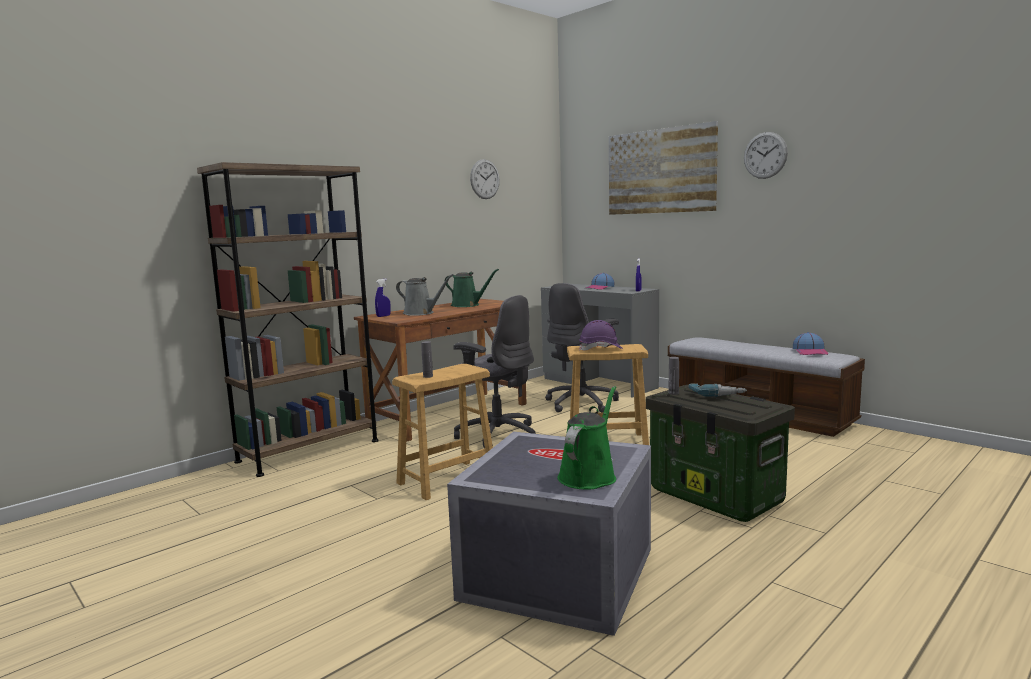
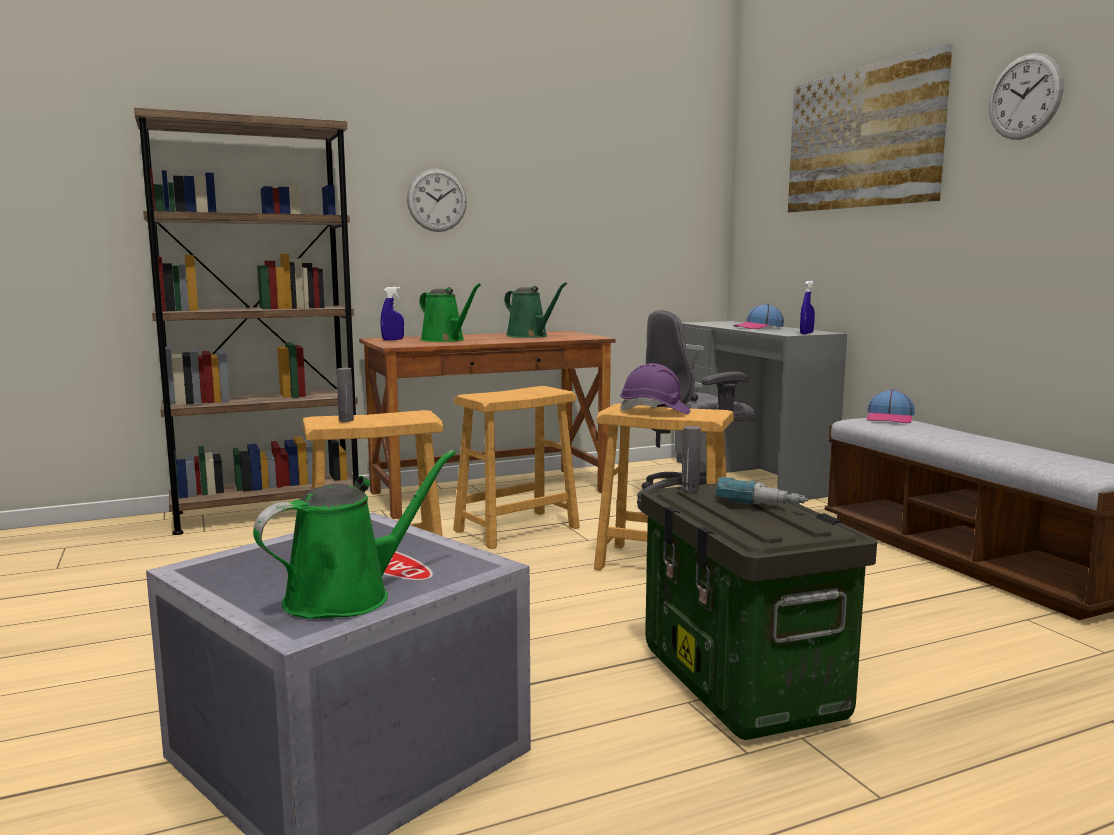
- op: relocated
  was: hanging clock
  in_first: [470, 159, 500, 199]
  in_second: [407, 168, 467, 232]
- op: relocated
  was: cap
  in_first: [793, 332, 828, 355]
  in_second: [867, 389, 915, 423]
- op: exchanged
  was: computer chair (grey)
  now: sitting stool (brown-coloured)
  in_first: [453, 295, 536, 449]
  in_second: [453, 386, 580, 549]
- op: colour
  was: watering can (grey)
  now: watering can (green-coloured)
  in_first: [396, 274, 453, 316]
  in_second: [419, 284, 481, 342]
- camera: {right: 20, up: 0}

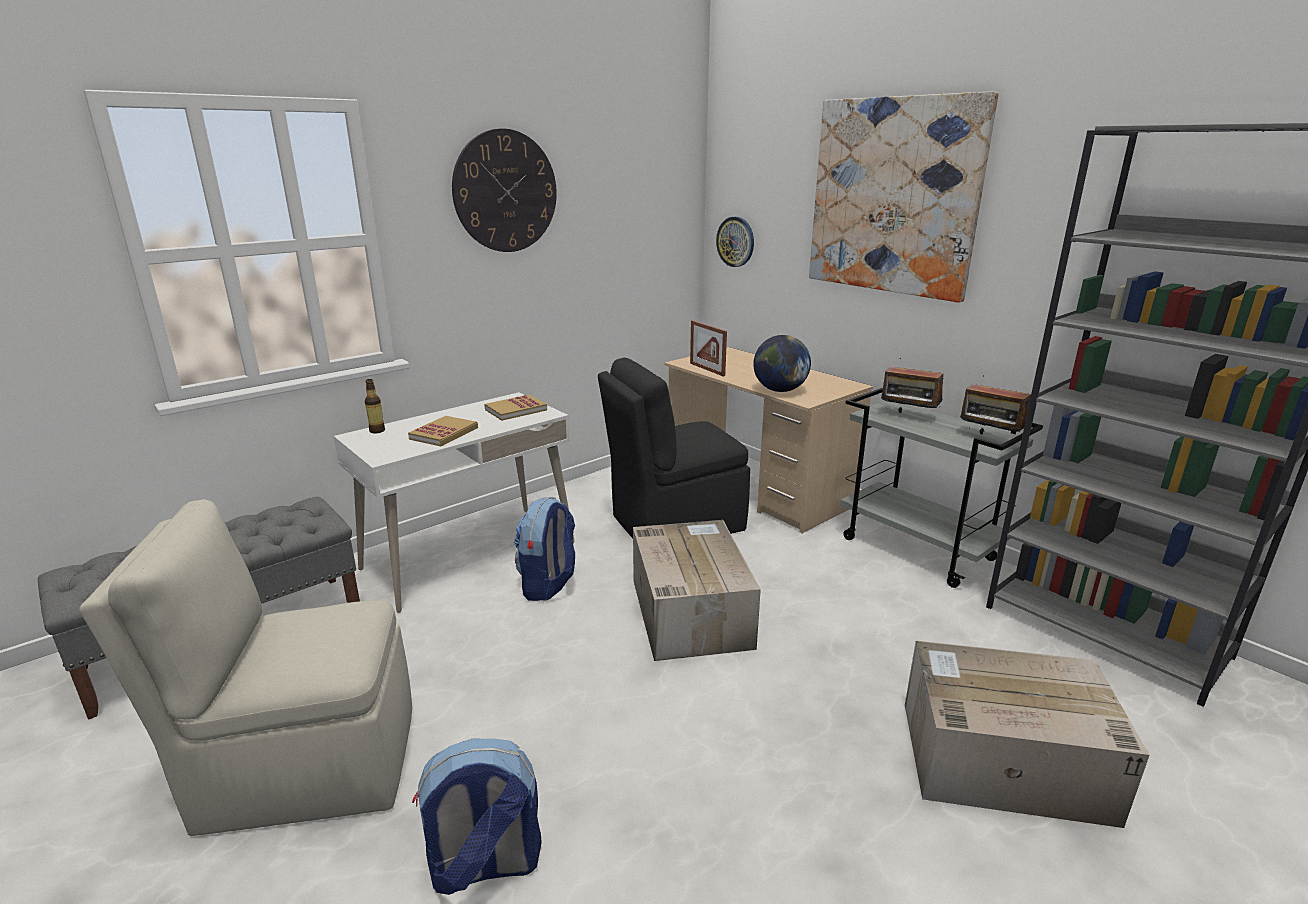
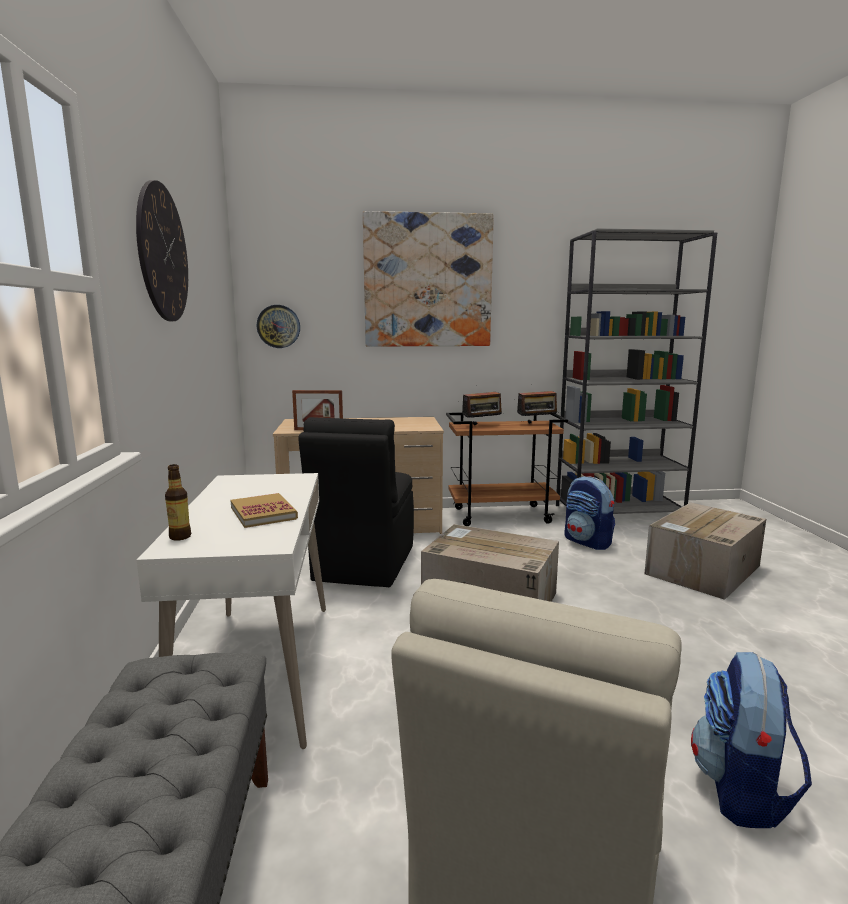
- op: missing
  was: volume
  in_first: [484, 395, 547, 421]
- op: missing
  was: globe
  in_first: [753, 335, 811, 392]
- op: relocated
  was: backpack
  in_first: [514, 497, 575, 601]
  in_second: [564, 476, 615, 550]
- op: colour
  was: cart (grey)
  now: cart (brown-coloured)
  in_first: [840, 388, 1043, 588]
  in_second: [446, 412, 568, 526]
- camera: {right: -55, up: -10}

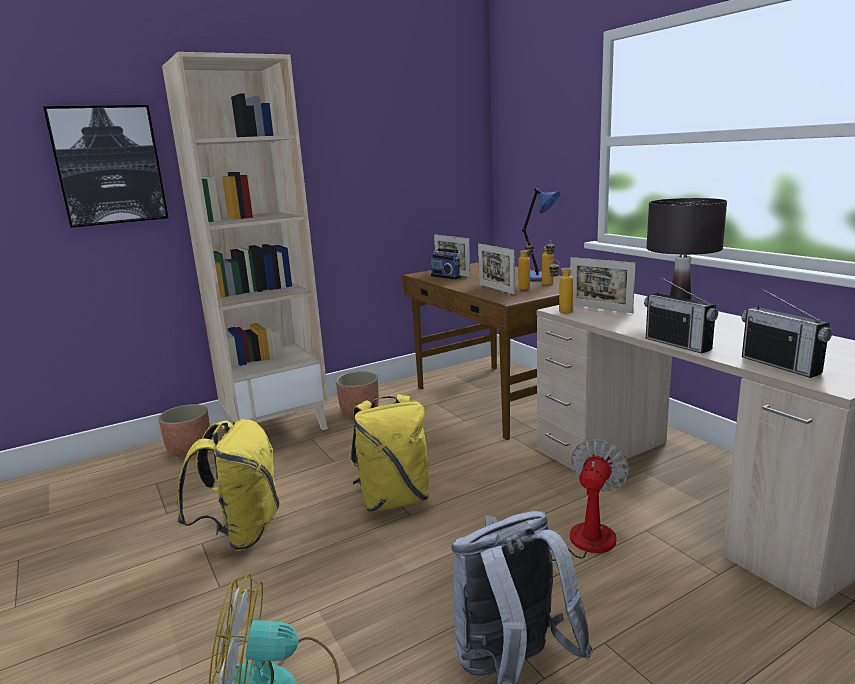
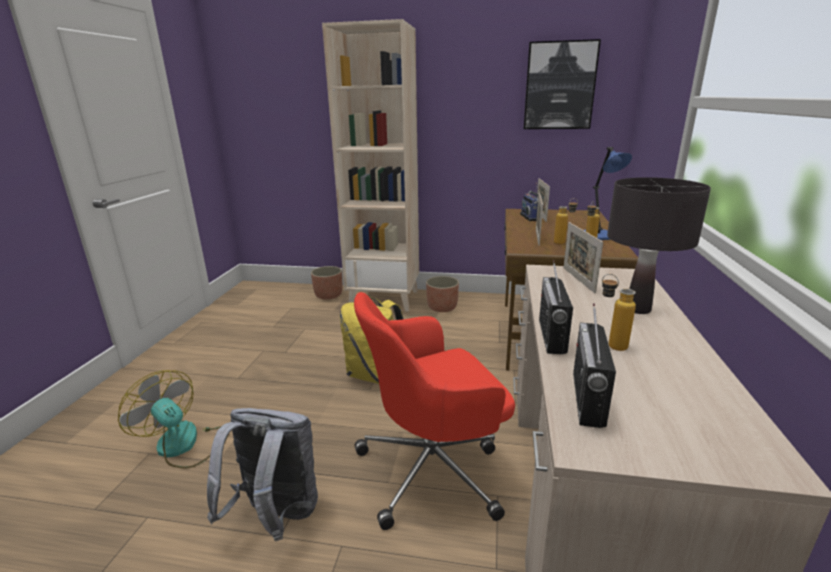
- op: missing
  was: backpack (yellow-coloured)
  in_first: [177, 419, 280, 551]
- op: relocated
  was: wall picture
  in_first: [43, 105, 168, 228]
  in_second: [524, 39, 601, 129]
- op: relocated
  was: bottle
  in_first: [548, 259, 573, 314]
  in_second: [602, 274, 636, 351]
- op: exchanged
  was: electric fan
  now: computer chair (red-coloured)
  in_first: [485, 439, 629, 561]
  in_second: [354, 292, 515, 530]
- camera: {right: 40, up: 5}

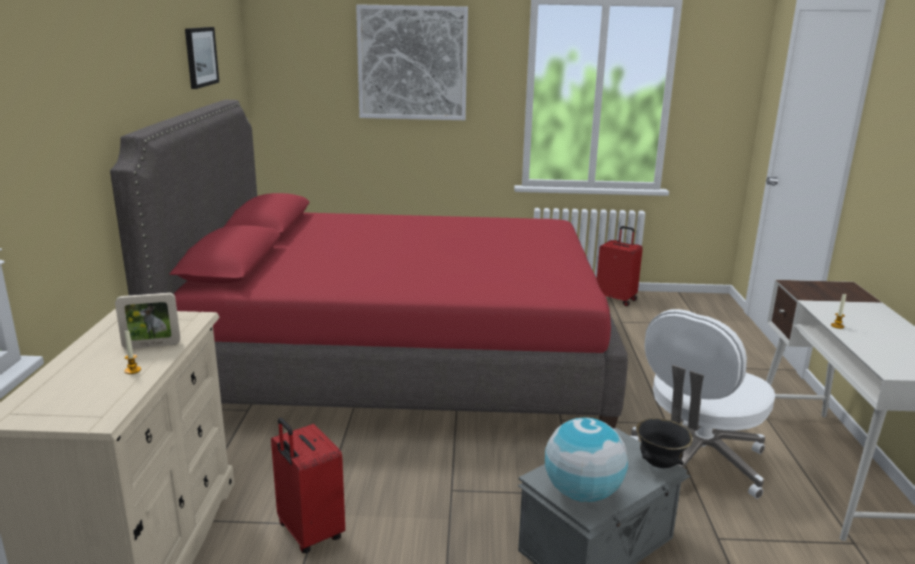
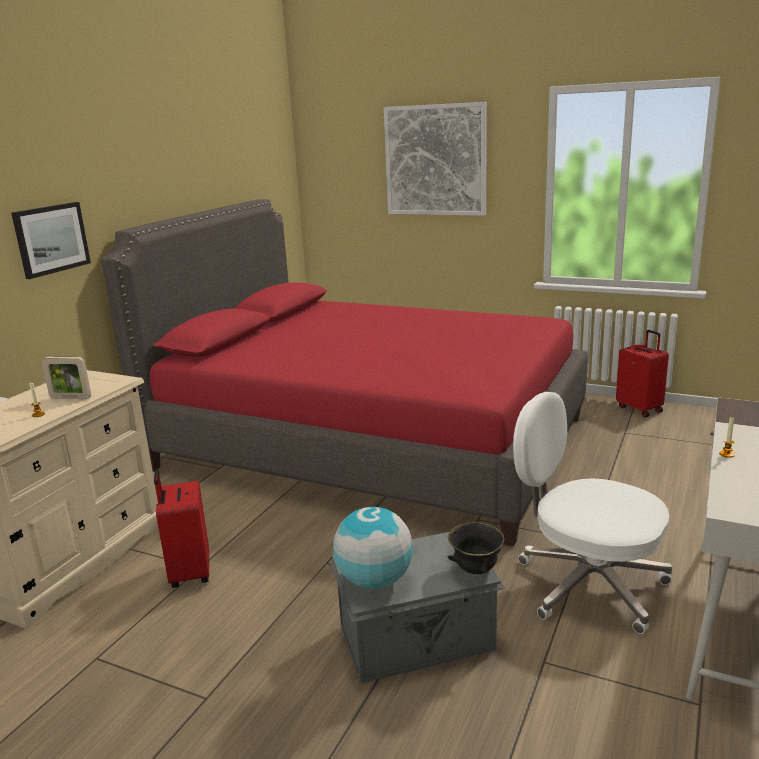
- op: relocated
  was: wall picture
  in_first: [185, 27, 219, 89]
  in_second: [11, 202, 91, 279]
- op: spun
  was: computer chair (white-coloured)
  in_first: [630, 309, 775, 499]
  in_second: [513, 392, 672, 634]
  clockwise: 60
- camera: {right: 25, up: 0}

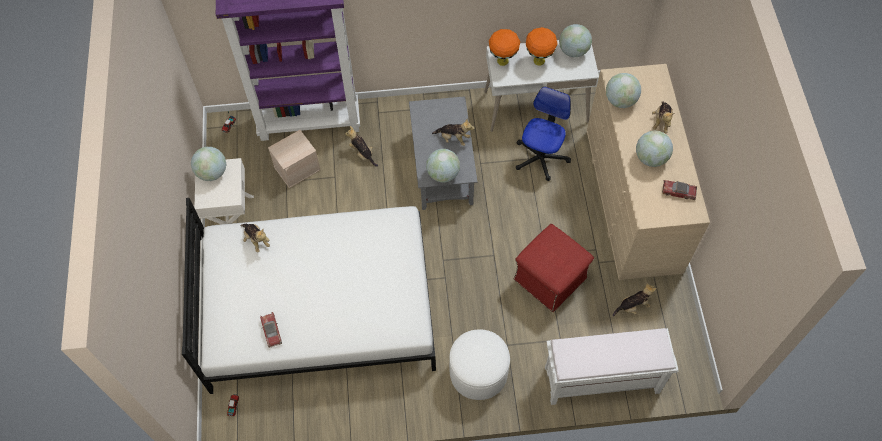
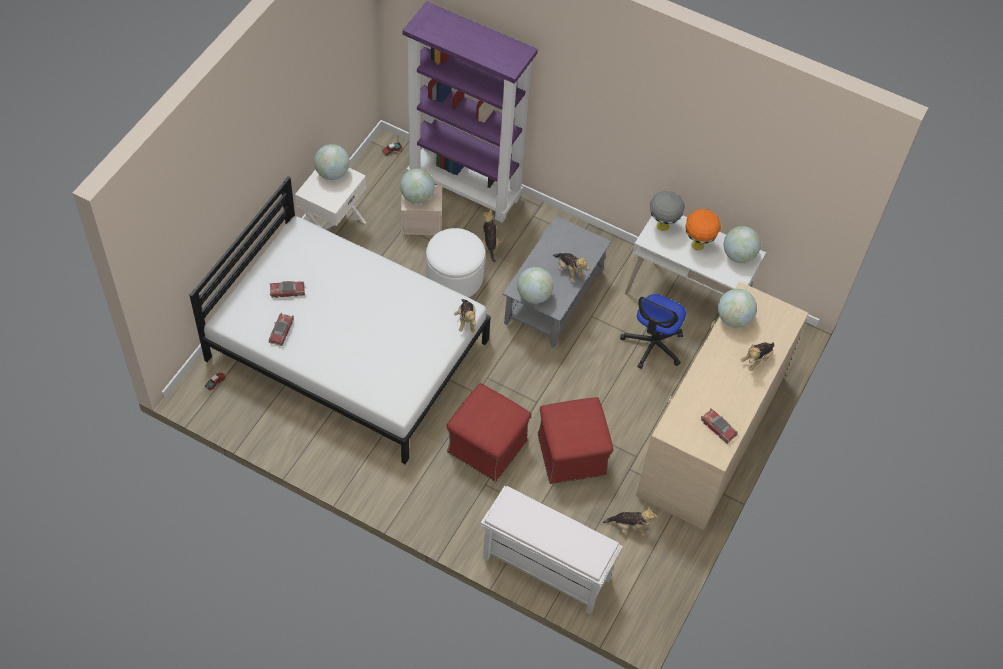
- op: appeared
  now: model car
  in_second: [270, 281, 305, 298]
- op: appeared
  now: pouffe (red-coloured)
  in_second: [446, 383, 531, 482]
- op: relocated
  was: soft toy
  in_first: [240, 224, 270, 252]
  in_second: [454, 299, 476, 332]
- op: relocated
  was: pouffe (white-coloured)
  in_first: [449, 329, 510, 400]
  in_second: [426, 228, 485, 298]
- op: relocated
  was: globe
  in_first: [636, 131, 673, 167]
  in_second: [400, 169, 435, 204]
- op: colour
  was: lamp for a table (orange-coloured)
  now: lamp for a table (grey)
  in_first: [489, 29, 520, 66]
  in_second: [650, 191, 685, 231]
- op: spun
  was: computer chair
  in_first: [516, 87, 571, 181]
  in_second: [620, 294, 686, 369]
  clockwise: 150
- camera: {right: 30, up: -5}

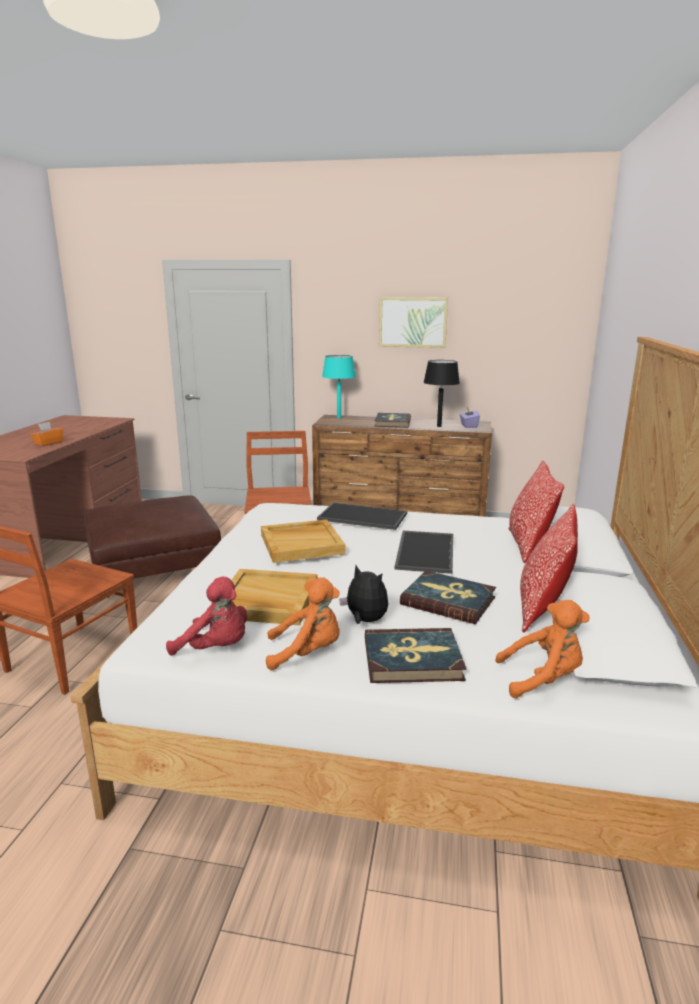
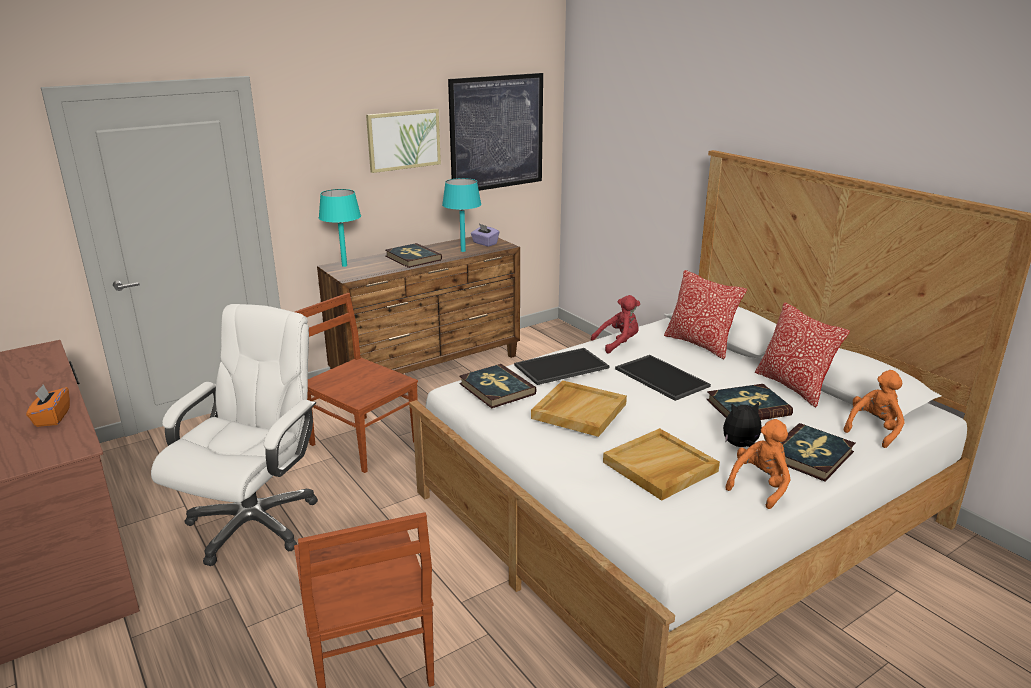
- op: appeared
  now: wall picture
  in_second: [448, 73, 543, 191]
- op: appeared
  now: volume
  in_second: [459, 364, 537, 408]
- op: relocated
  was: soft toy (red-coloured)
  in_first: [166, 577, 247, 656]
  in_second: [591, 295, 640, 354]
- op: exchanged
  was: pouffe (brown-coloured)
  now: computer chair (white-coloured)
  in_first: [84, 496, 221, 598]
  in_second: [151, 304, 318, 566]
- op: colour
  was: lamp for a table (black-coloured)
  now: lamp for a table (turquoise)
  in_first: [424, 360, 460, 427]
  in_second: [442, 178, 482, 252]
- camera: {right: -45, up: 5}

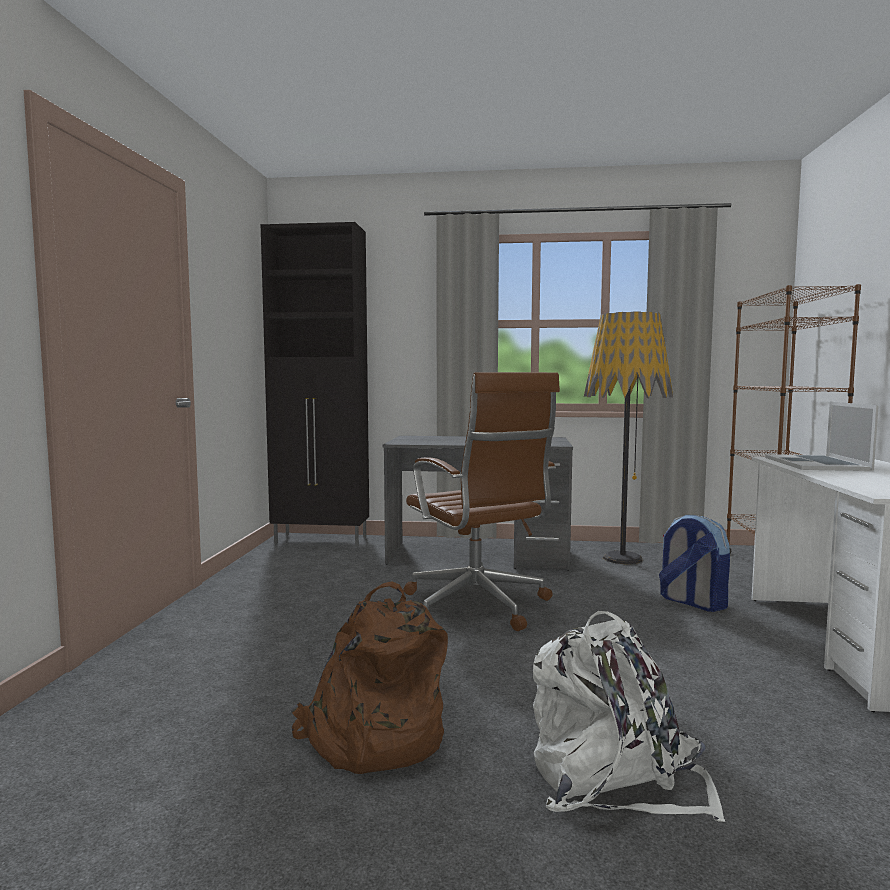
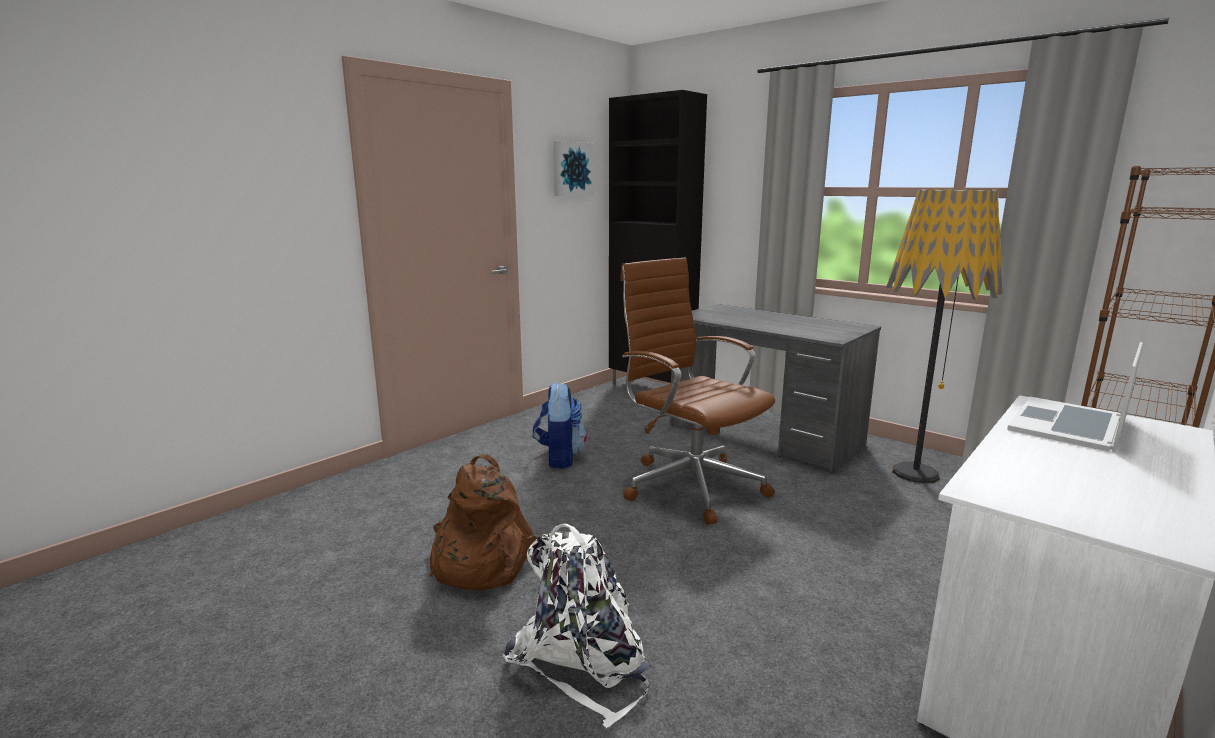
- op: appeared
  now: wall picture
  in_second: [553, 141, 594, 196]
- op: relocated
  was: backpack
  in_first: [659, 514, 730, 612]
  in_second: [533, 382, 587, 469]
- op: spun
  was: computer chair (brown-coloured)
  in_first: [403, 372, 560, 631]
  in_second: [620, 258, 775, 525]
  clockwise: 135
- camera: {right: 35, up: 10}

